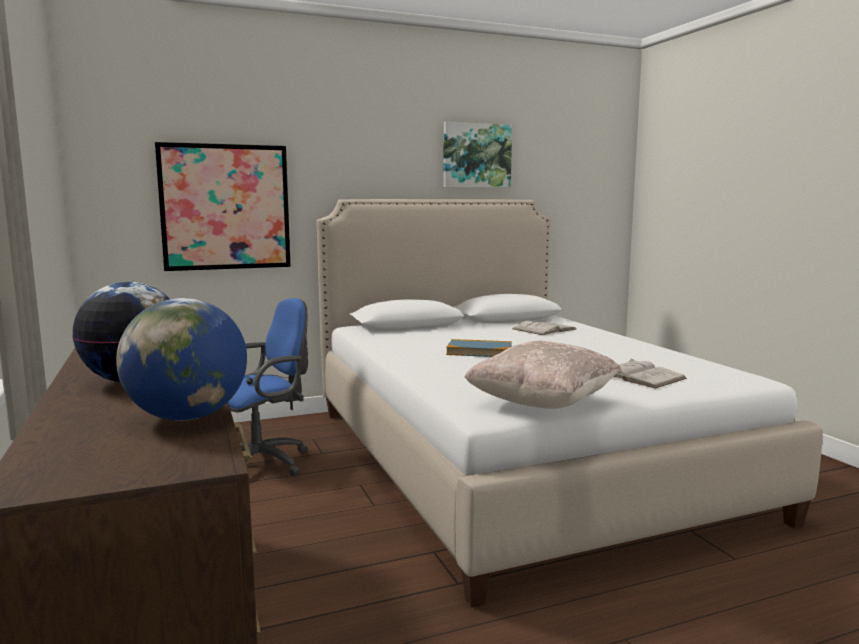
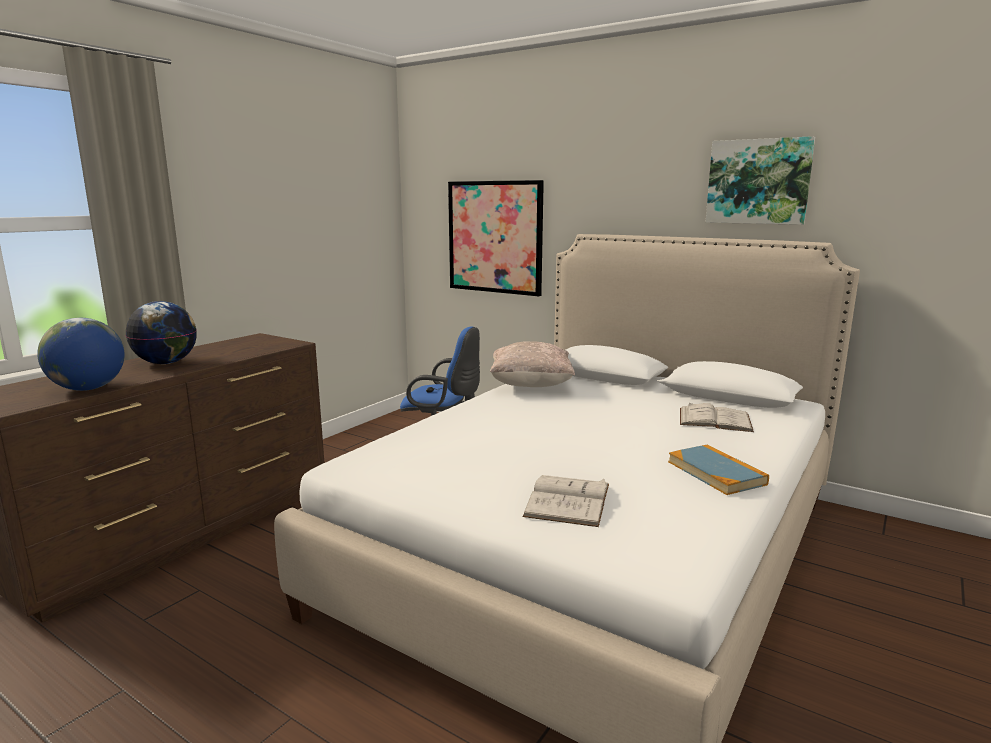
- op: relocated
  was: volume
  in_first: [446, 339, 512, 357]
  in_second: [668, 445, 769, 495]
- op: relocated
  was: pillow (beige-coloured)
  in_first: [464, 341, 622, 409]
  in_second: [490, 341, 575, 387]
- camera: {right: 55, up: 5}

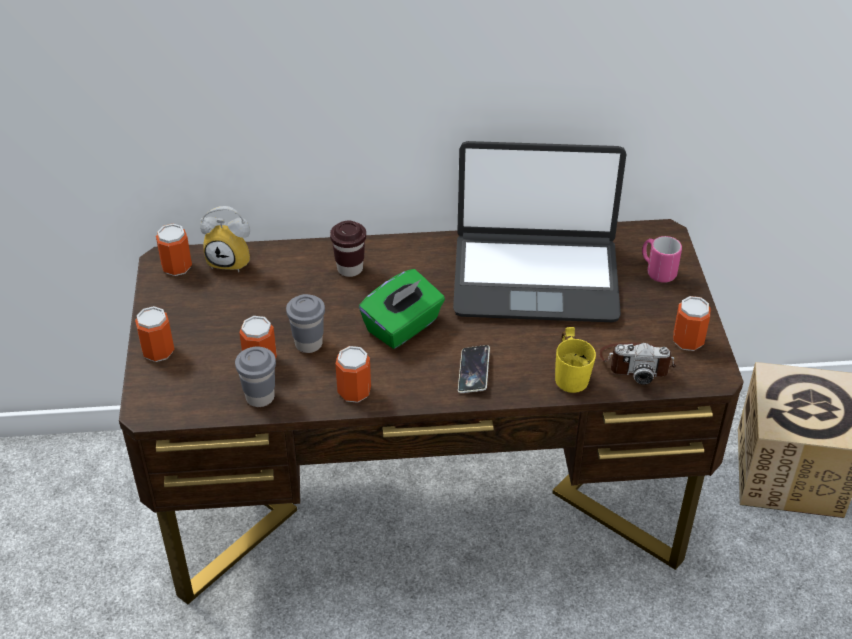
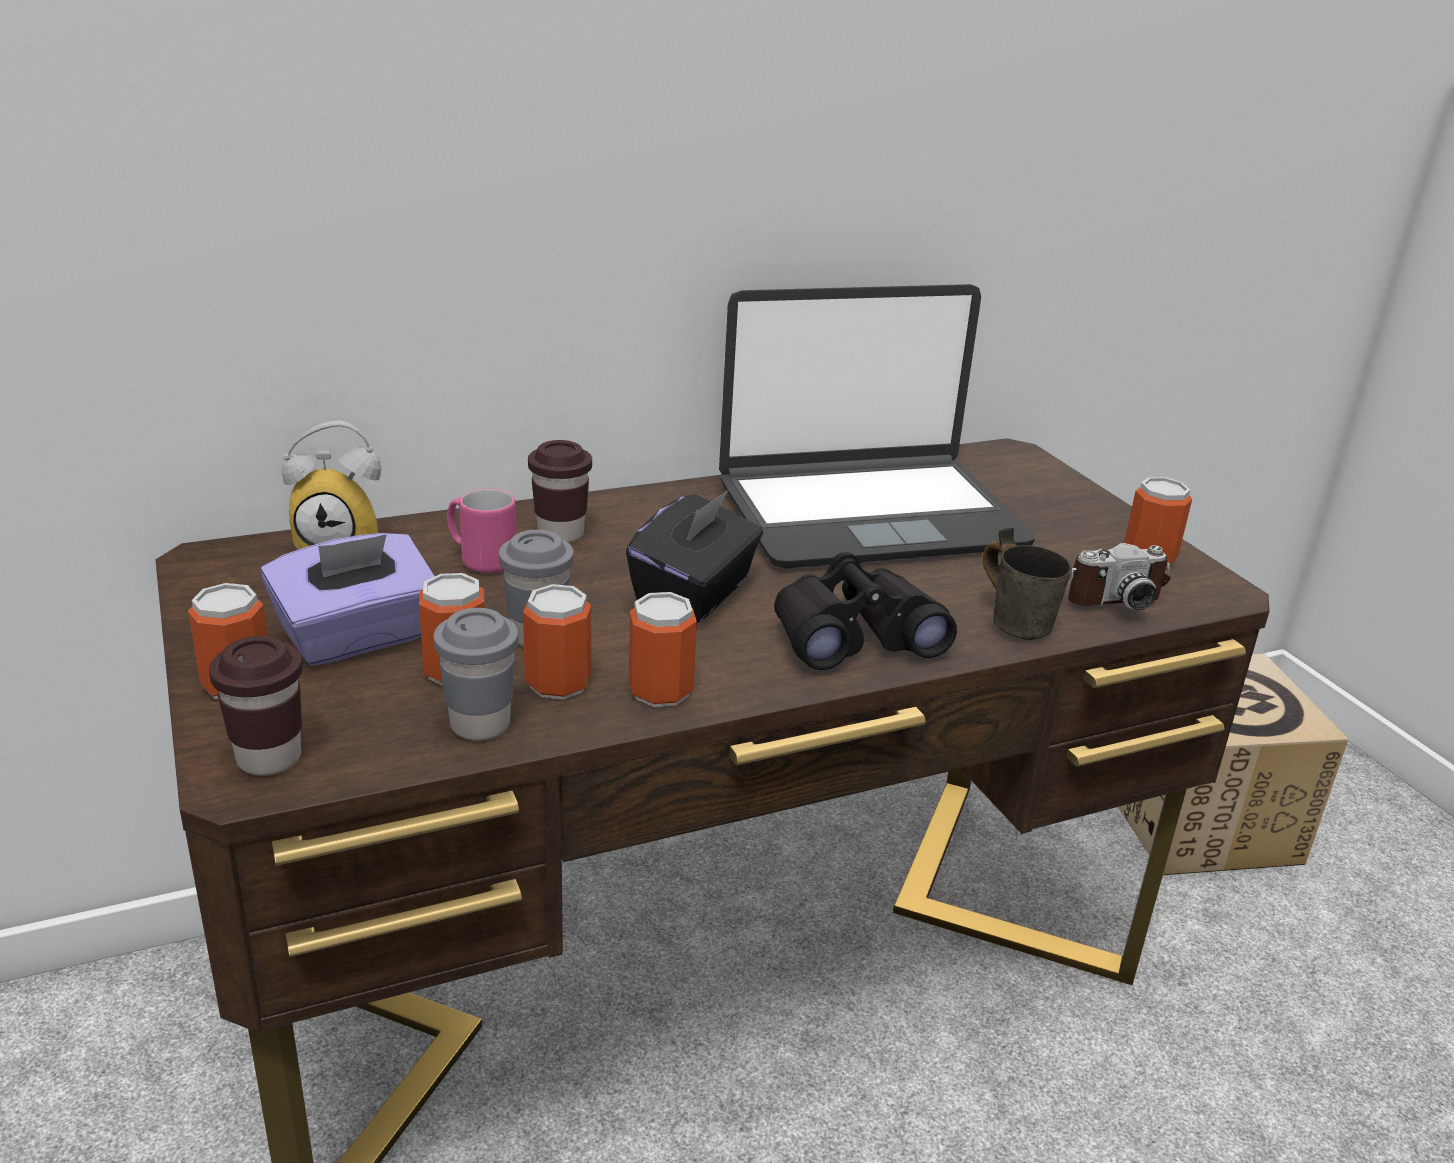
- op: appeared
  now: small cup (brown-coloured)
  in_second: [209, 636, 303, 776]
- op: appeared
  now: tissue box (purple-coloured)
  in_second: [261, 533, 435, 666]
- op: relocated
  was: can
  in_first: [156, 224, 192, 276]
  in_second: [523, 584, 591, 700]
- op: relocated
  was: coffee mug (pink-coloured)
  in_first: [642, 236, 682, 283]
  in_second: [447, 488, 517, 573]
- op: exchanged
  was: handset
  now: pair of binoculars (black-coloured)
  in_first: [458, 345, 490, 393]
  in_second: [774, 552, 957, 670]
- op: colour
  was: tissue box (green-coloured)
  now: tissue box (black-coloured)
  in_first: [359, 269, 445, 349]
  in_second: [626, 490, 763, 623]
- op: colour
  was: coffee mug (yellow-coloured)
  now: coffee mug (grey)
  in_first: [555, 327, 596, 393]
  in_second: [983, 528, 1072, 640]
- camera: {right: -20, up: -15}

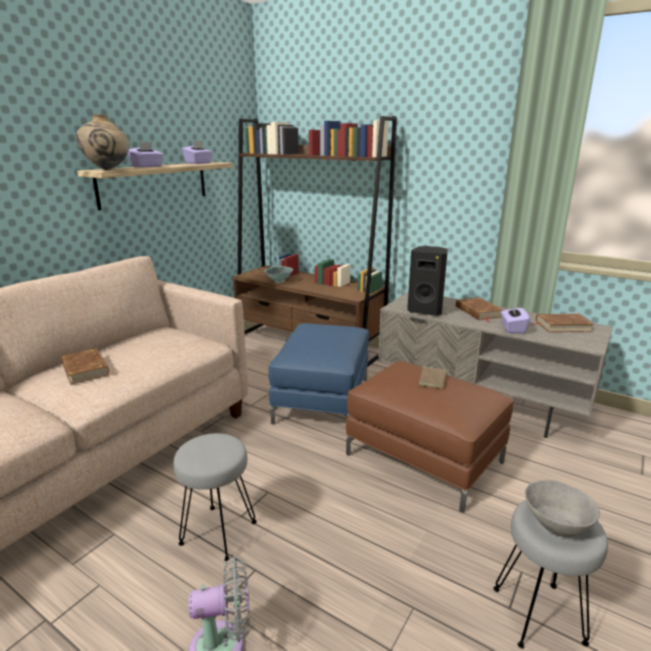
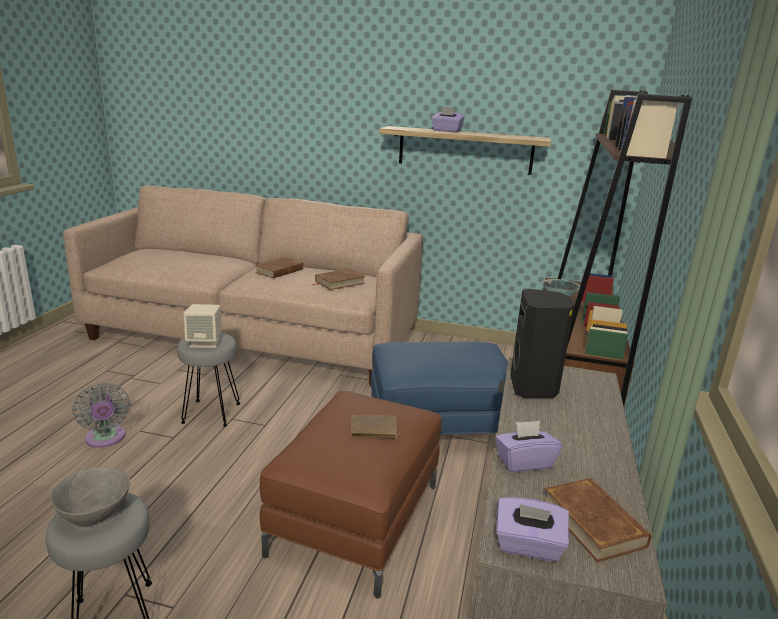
- op: missing
  was: vase (beige-coloured)
  in_first: [76, 114, 130, 170]
- op: appeared
  now: speaker (beige-coloured)
  in_second: [183, 304, 221, 348]
- op: relocated
  was: tissue box (purple-coloured)
  in_first: [182, 141, 213, 164]
  in_second: [496, 497, 569, 562]
- op: relocated
  was: volume (brown-coloured)
  in_first: [456, 298, 503, 322]
  in_second: [313, 268, 365, 290]
- camera: {right: 70, up: 0}

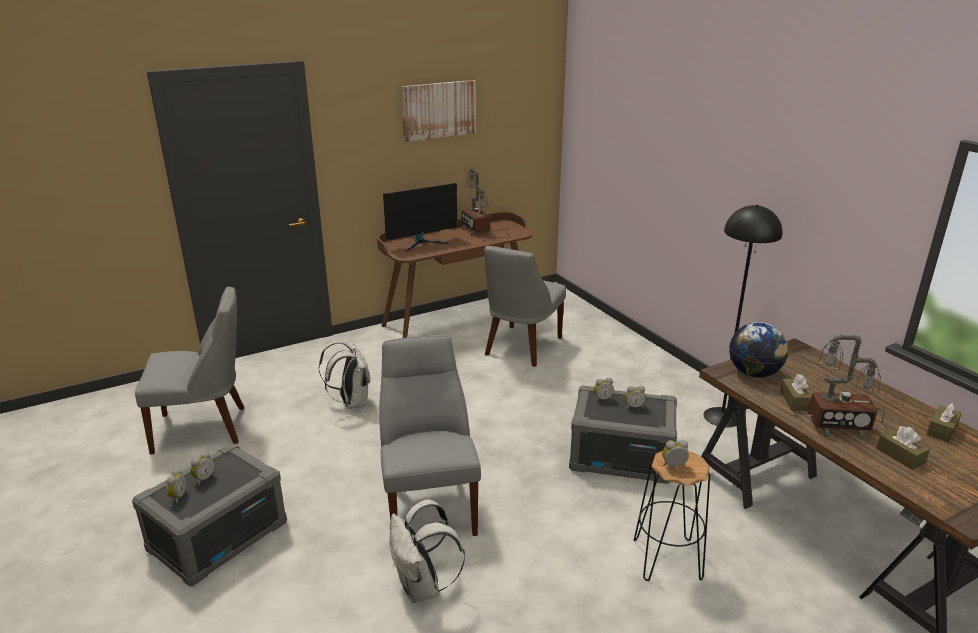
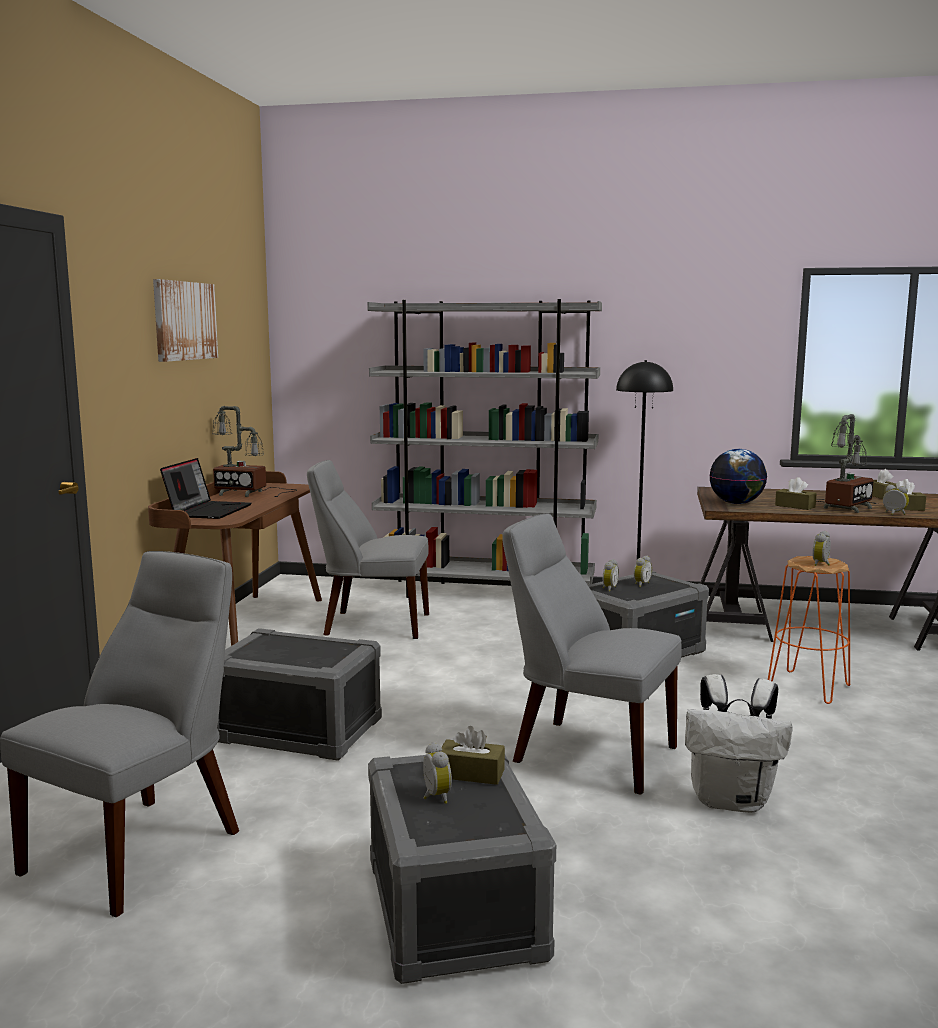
- op: appeared
  now: bookshelf (grey)
  in_second: [367, 299, 602, 598]
- op: appeared
  now: tissue box (brown-coloured)
  in_second: [439, 726, 505, 785]
- op: relocated
  was: bedside clock
  in_first: [166, 468, 186, 504]
  in_second: [883, 485, 909, 515]
- op: exchanged
  was: backpack (white-coloured)
  now: storage container (grey)
  in_first: [318, 341, 371, 409]
  in_second: [217, 628, 382, 761]
- op: exchanged
  was: monitor
  now: portable computer
  in_first: [383, 183, 458, 252]
  in_second: [160, 458, 252, 519]
- op: colour
  was: sitting stool (black-coloured)
  now: sitting stool (orange-coloured)
  in_first: [634, 451, 710, 581]
  in_second: [768, 556, 850, 704]
- op: spun
  was: upright chair (grey)
  in_first: [484, 246, 566, 367]
  in_second: [307, 460, 429, 639]
  clockwise: 120
- camera: {right: -50, up: -15}

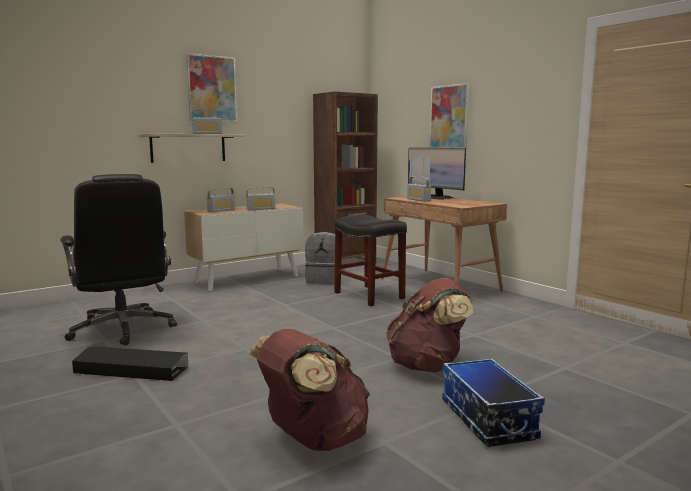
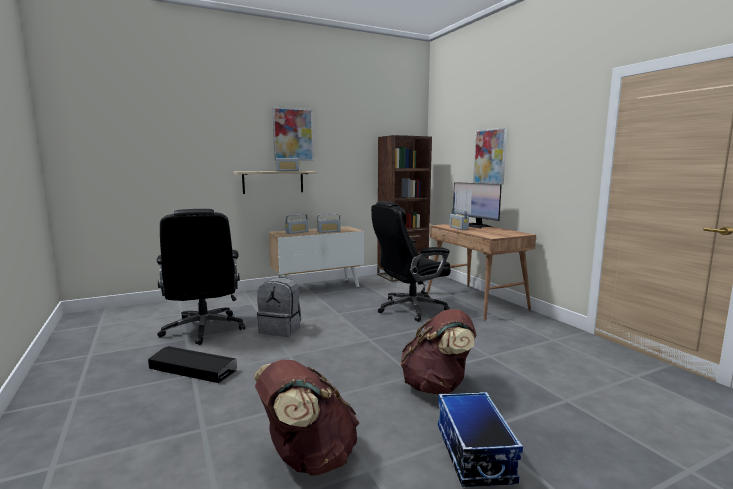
- op: relocated
  was: backpack (grey)
  in_first: [305, 232, 335, 284]
  in_second: [257, 277, 301, 337]
- op: exchanged
  was: sitting stool (black-coloured)
  now: computer chair (black-coloured)
  in_first: [334, 215, 407, 306]
  in_second: [371, 201, 451, 322]
- camera: {right: 10, up: 0}

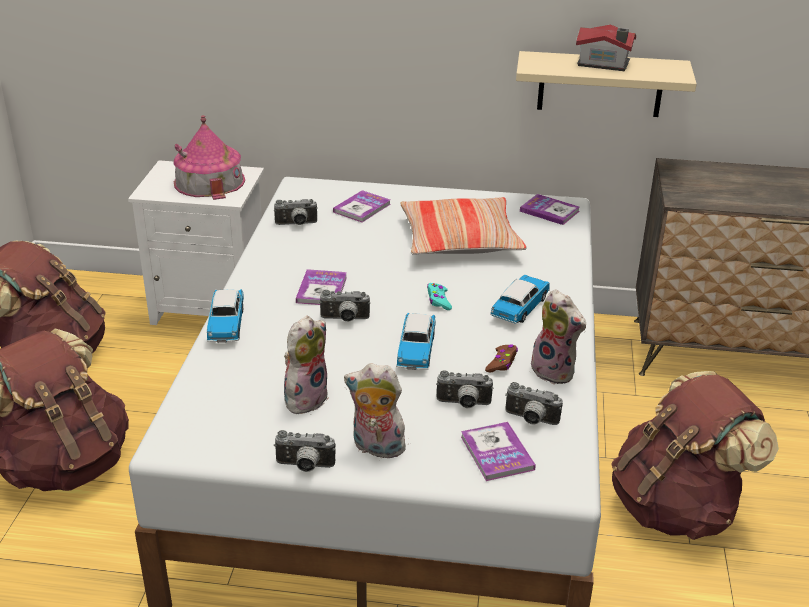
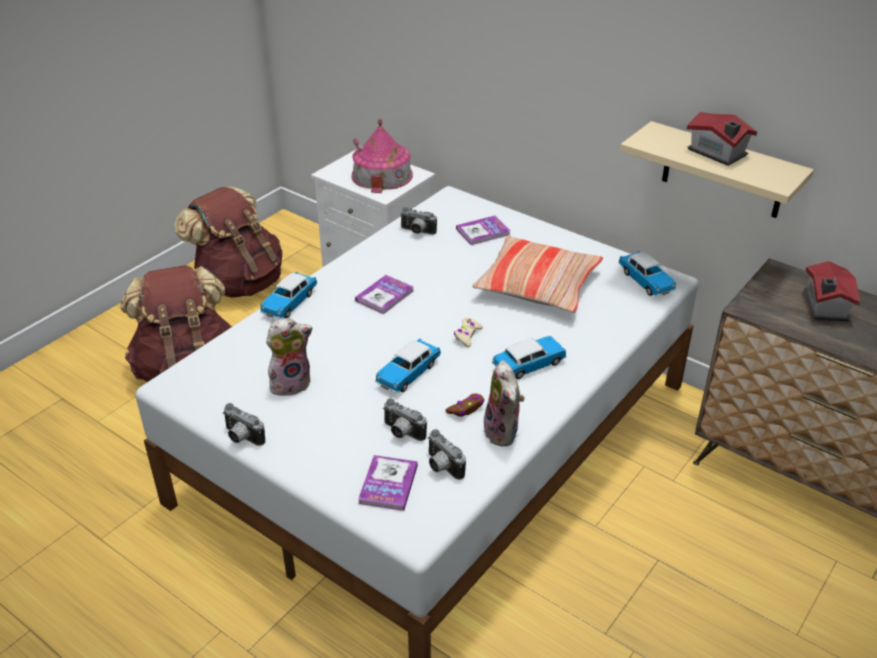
- op: missing
  was: still camera
  in_first: [319, 290, 370, 322]
- op: missing
  was: soft toy
  in_first: [344, 363, 406, 458]
- op: missing
  was: backpack (brown-coloured)
  in_first: [612, 371, 779, 540]
- op: appeared
  now: model house
  in_second: [804, 261, 860, 321]
- op: exchanged
  was: volume
  now: model car
  in_first: [520, 194, 580, 225]
  in_second: [619, 251, 676, 296]
- op: colour
  was: gamepad (turquoise)
  now: gamepad (beige-coloured)
  in_first: [427, 283, 452, 310]
  in_second: [454, 318, 483, 347]
- camera: {right: 30, up: 5}

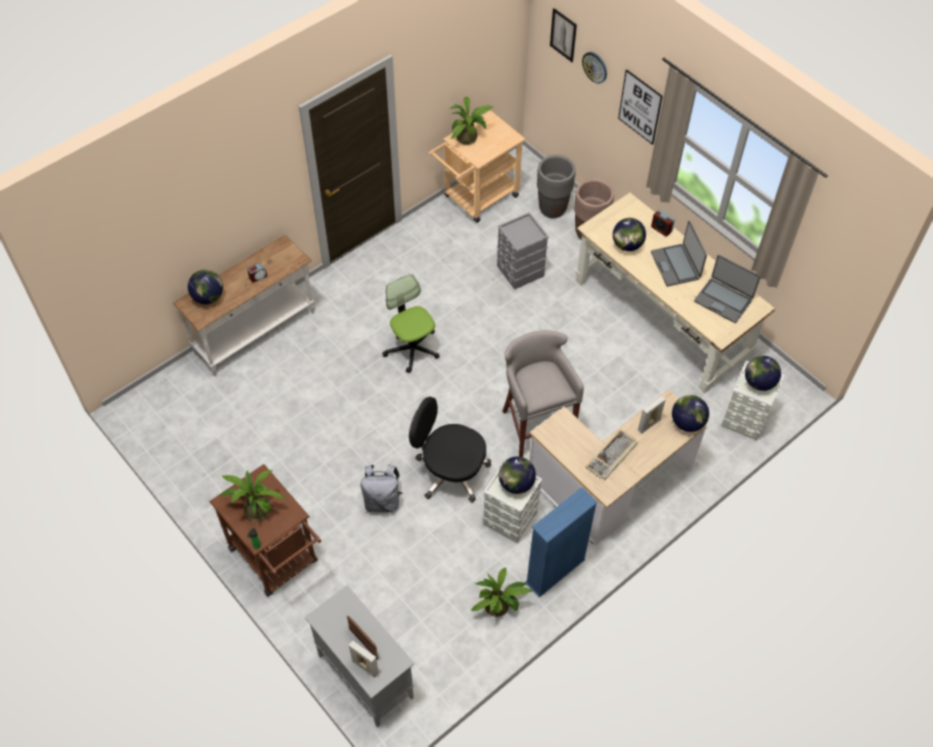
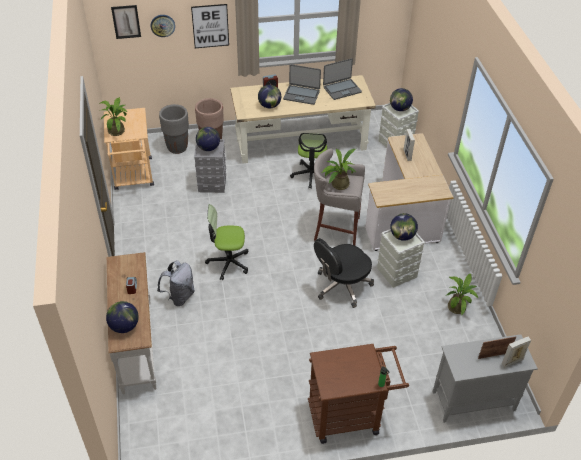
- op: missing
  was: bookshelf (blue-coloured)
  in_first: [525, 487, 597, 597]
- op: missing
  was: computer keyboard
  in_first: [586, 429, 638, 480]
- op: appeared
  now: computer chair
  in_second: [290, 133, 327, 189]
- op: relocated
  was: houseplant
  in_first: [220, 470, 285, 521]
  in_second: [321, 149, 356, 190]
- op: relocated
  was: backpack (grey)
  in_first: [361, 464, 402, 513]
  in_second: [157, 260, 195, 306]
- op: relocated
  was: globe
  in_first: [672, 395, 709, 432]
  in_second: [196, 127, 220, 151]
- camera: {right: -60, up: -10}

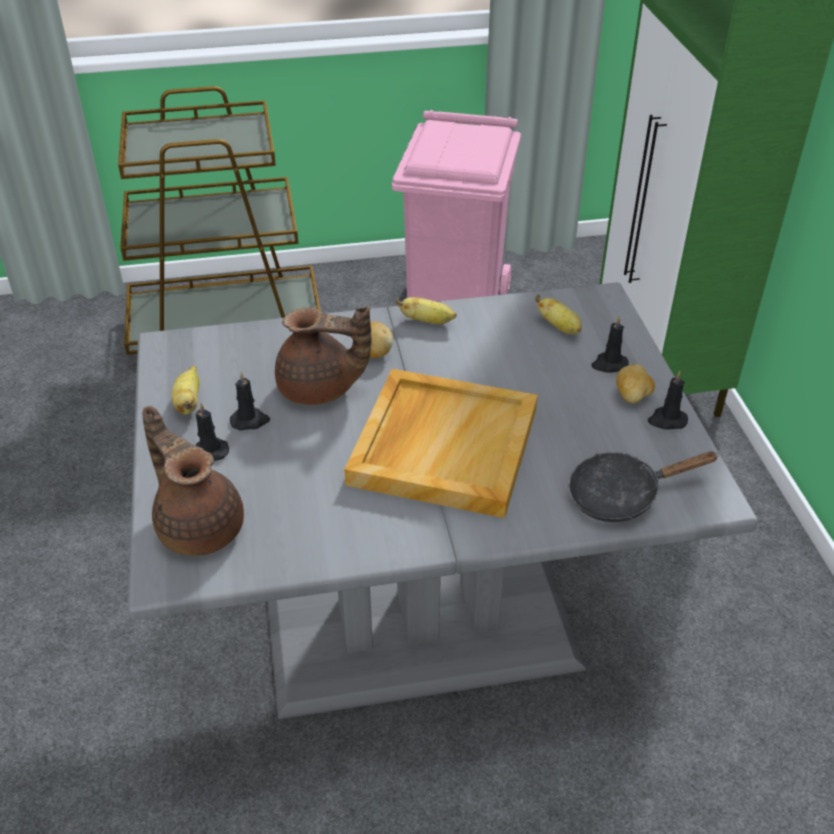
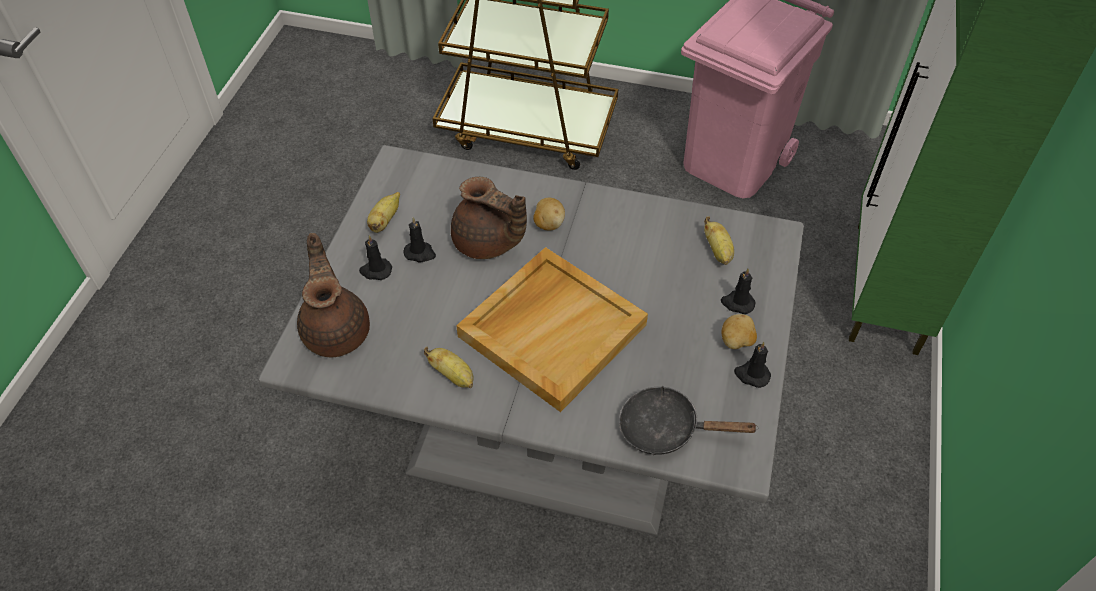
- op: relocated
  was: banana
  in_first: [396, 297, 457, 324]
  in_second: [424, 347, 474, 388]
- camera: {right: 25, up: 10}

